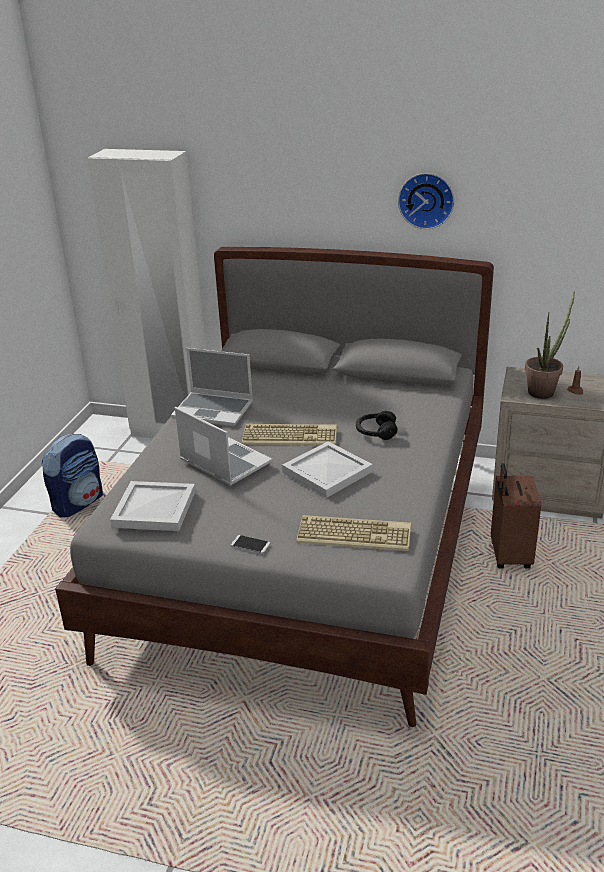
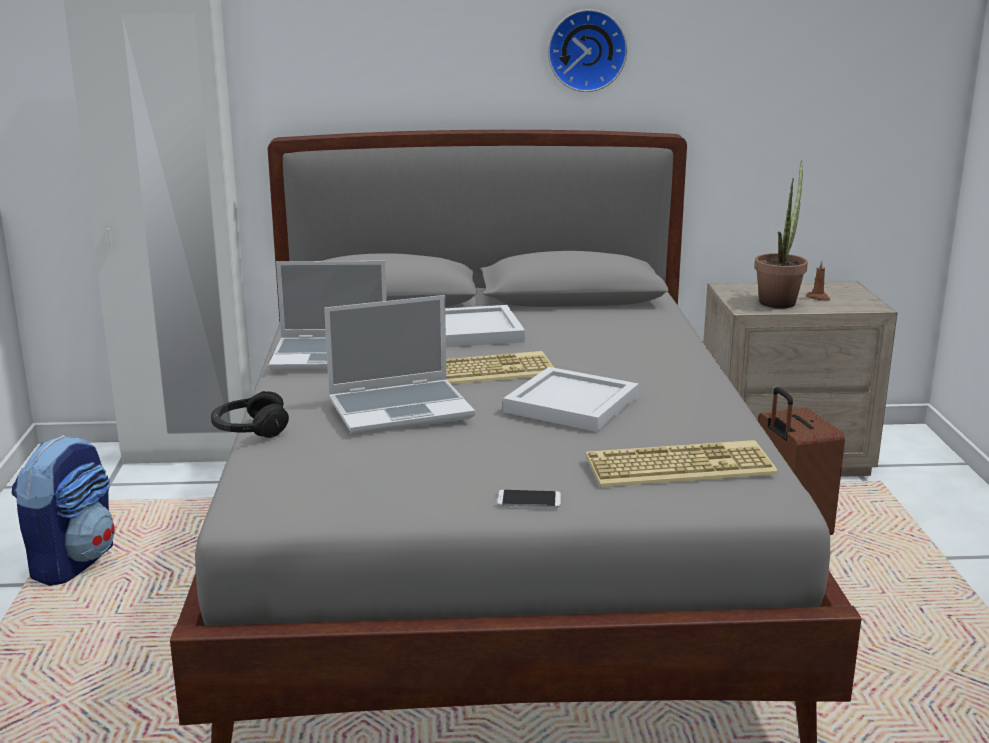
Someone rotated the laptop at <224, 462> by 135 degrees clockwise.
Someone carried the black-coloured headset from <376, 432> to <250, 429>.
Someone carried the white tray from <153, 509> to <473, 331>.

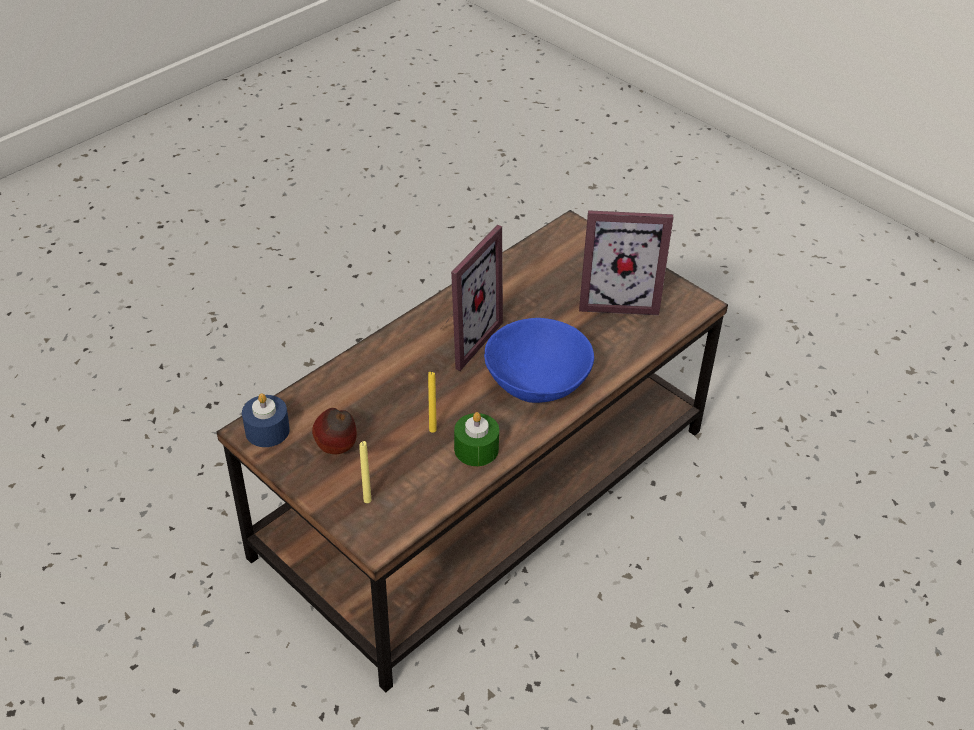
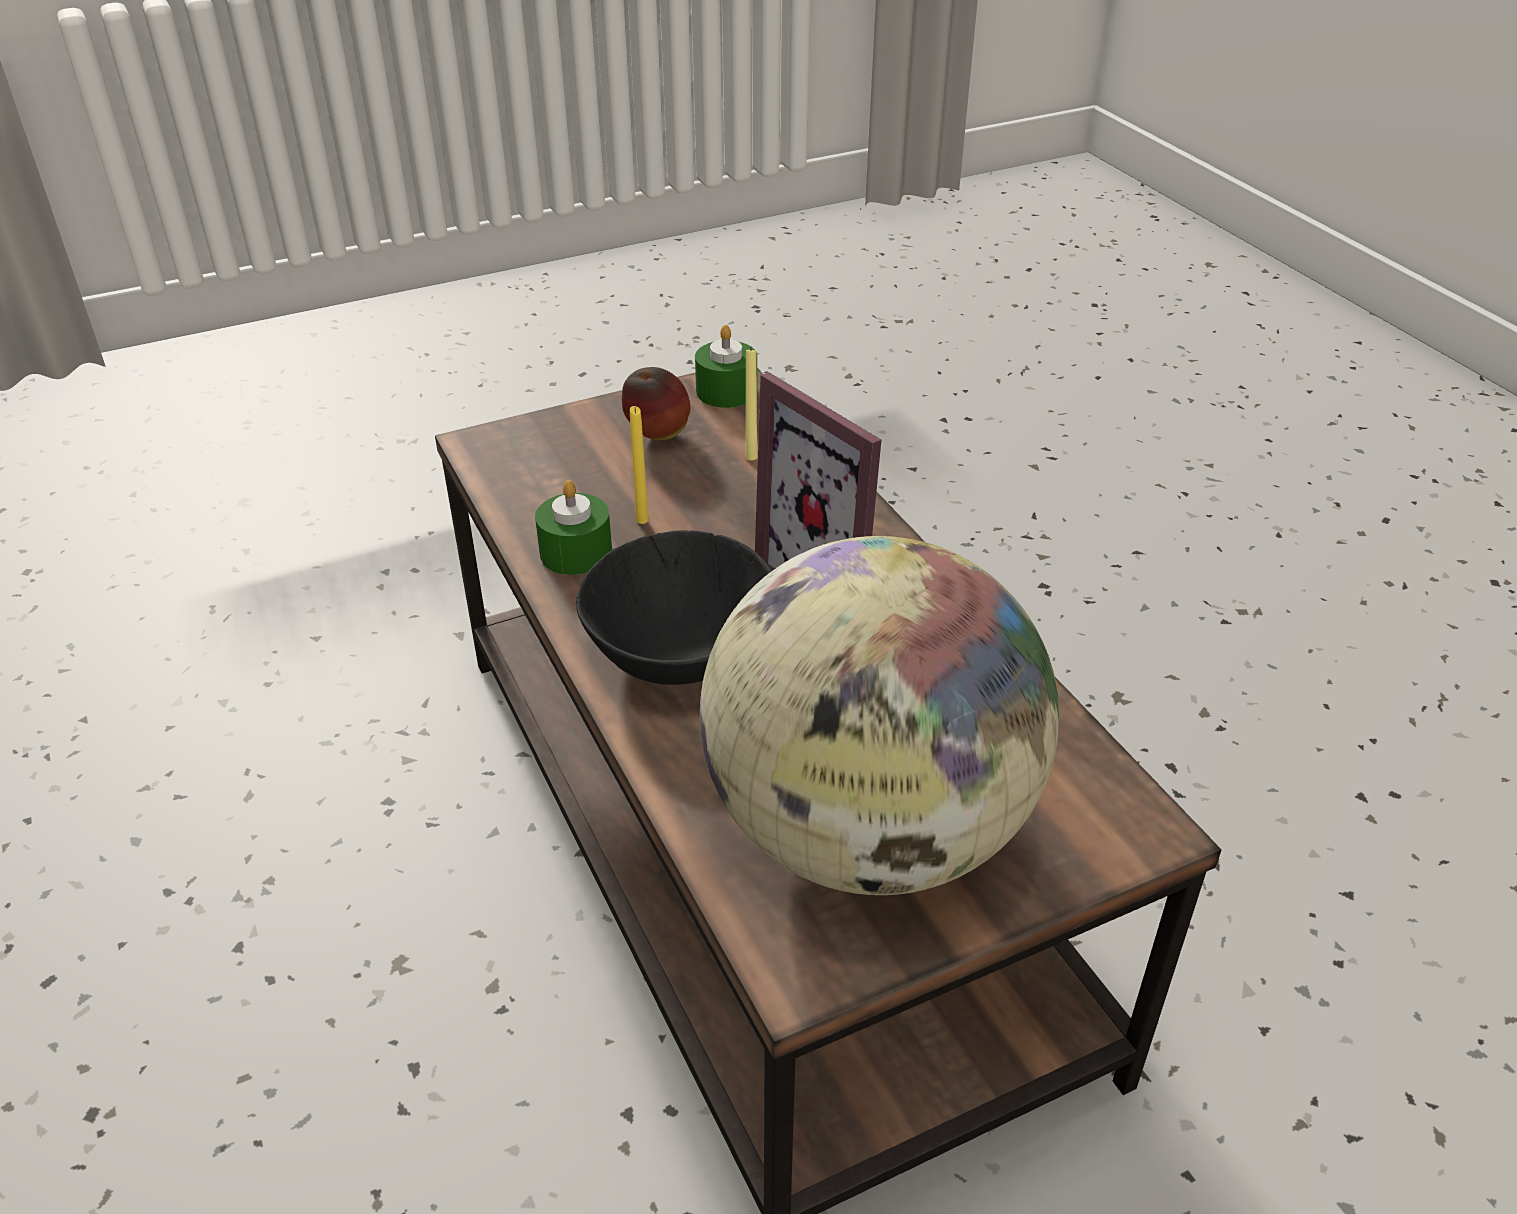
Someone swapped the standing frame at <618, 298> for the globe at <868, 833>.
Someone repainted the bluish serving bowl at <536, 381>, which became the black-coloured serving bowl at <684, 649>.
Someone repainted the bluish wax light at <267, 430>, which became the green wax light at <726, 391>.
Someone carried the yellow-coloured wax light from <367, 500> to <751, 457>.

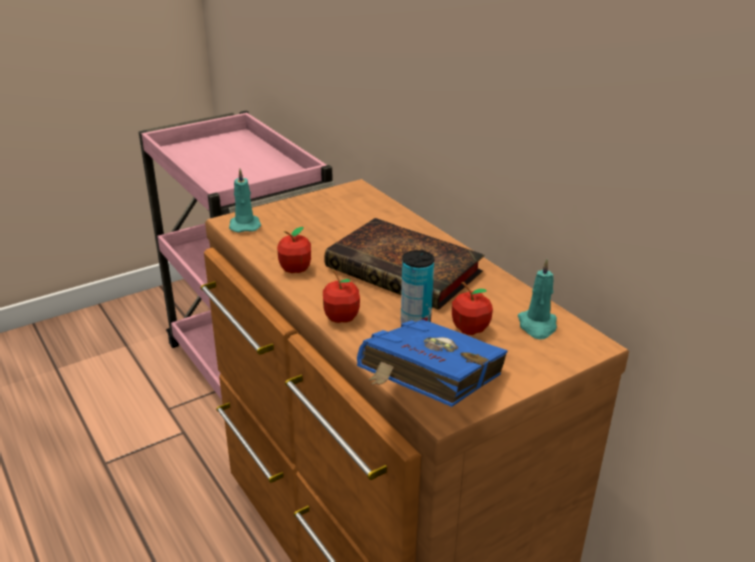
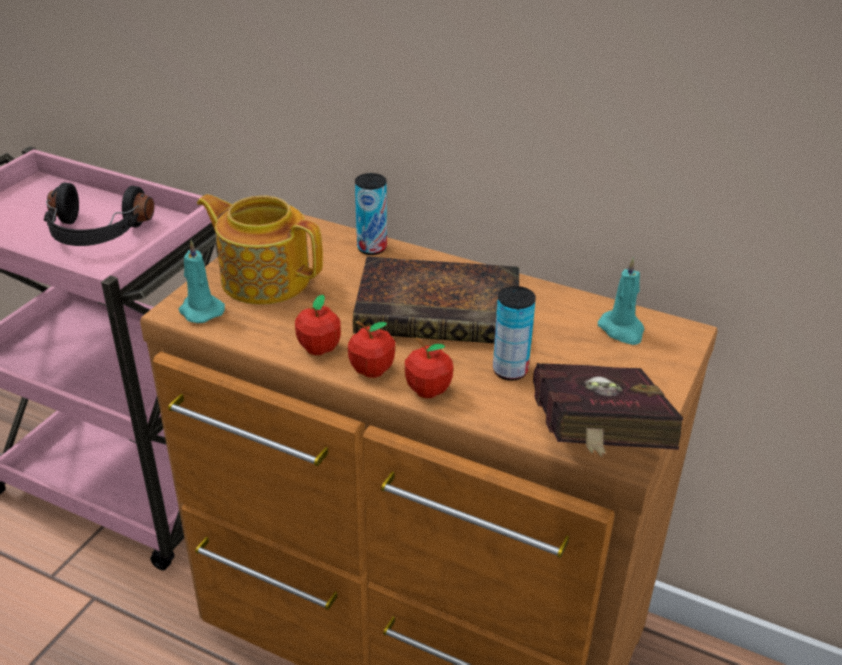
Someone carried the apple fruit from <470, 329> to <372, 370>.
Someone repainted the bluish bound book at <428, 395>, which became the red-coloured bound book at <594, 444>.
Someone put down the sealed can at <372, 248>.
Someone put down the black-coloured headset at <96, 234>.
Someone put down the teapot at <264, 278>.

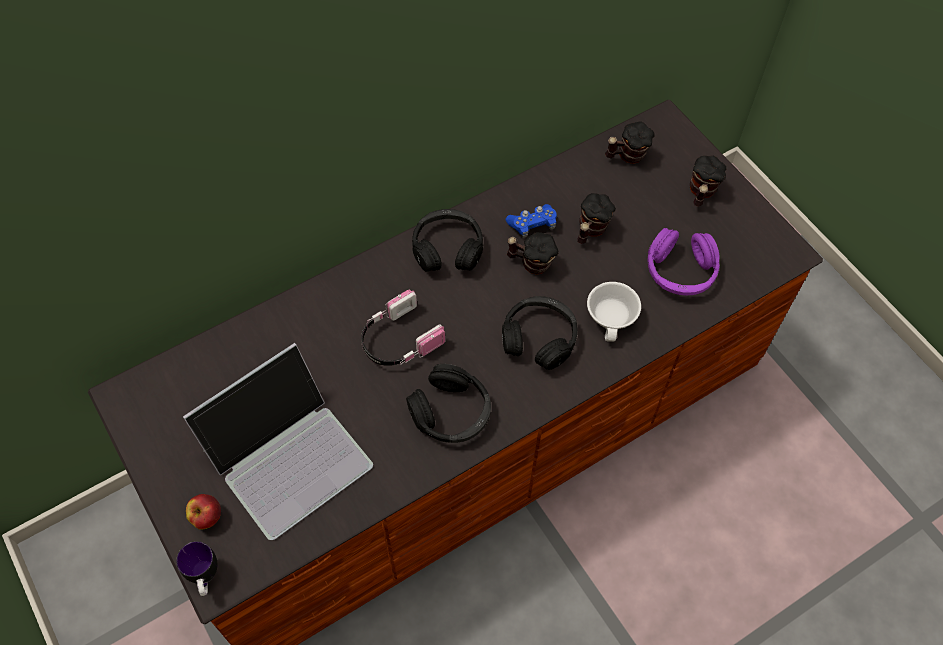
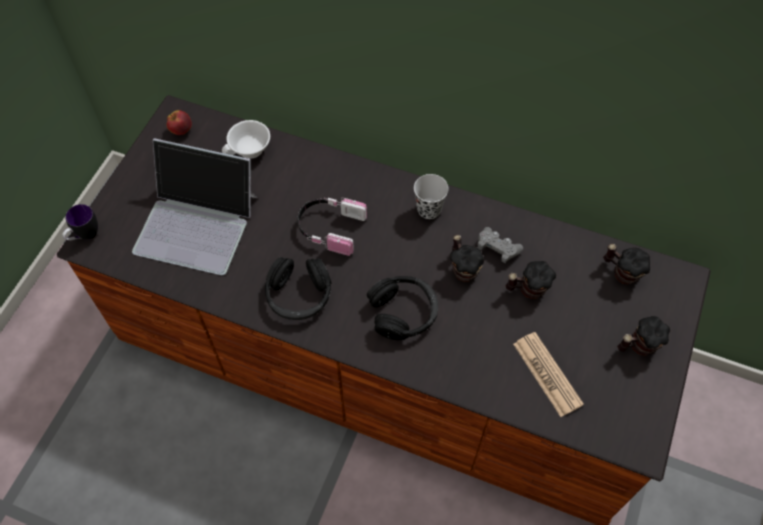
Someone repainted the bluish gamepad at <532, 225>, which became the greyish gamepad at <497, 248>.
Someone swapped the black-coloured headset at <447, 248> for the black-coloured small cup at <429, 209>.
Someone swapped the purplish headset at <680, 271> for the newspaper at <547, 374>.
Someone carried the white small cup from <613, 318> to <250, 150>.
Someone carried the apple fruit from <207, 517> to <181, 130>.

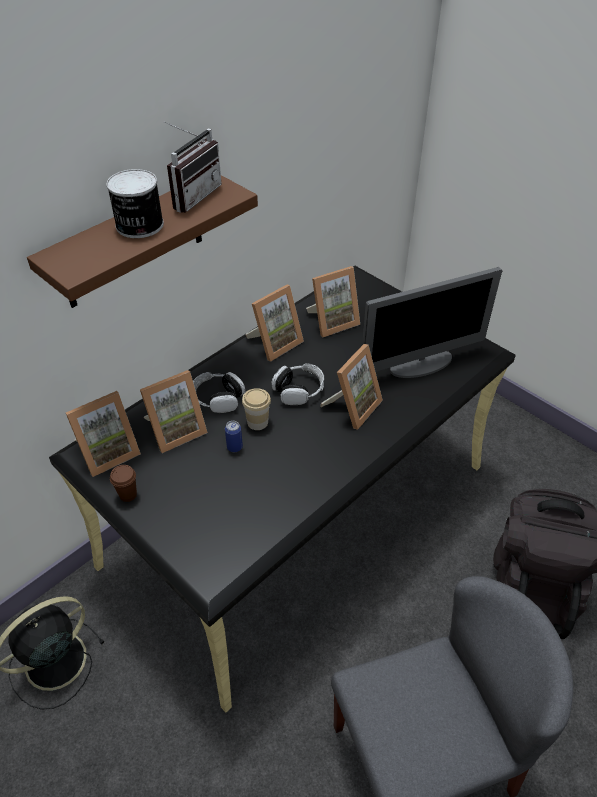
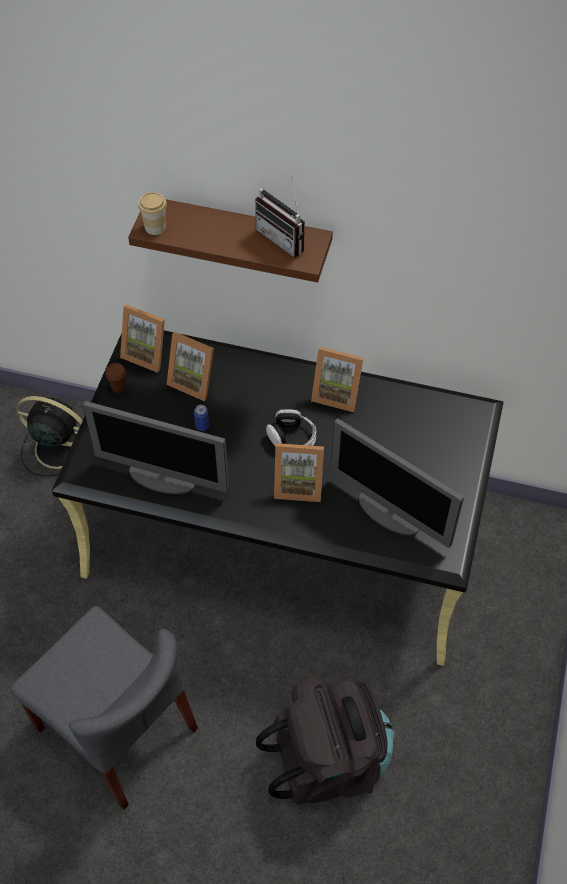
Someone rotated the radio at <192, 195> by 45 degrees clockwise.
Someone took away the sealed can at <139, 225>.
Someone took away the standing frame at <332, 321>.
Someone took away the headset at <218, 398>.
Someone carried the small cup from <257, 422> to <155, 227>.
Someone put down the computer display at <162, 478>.

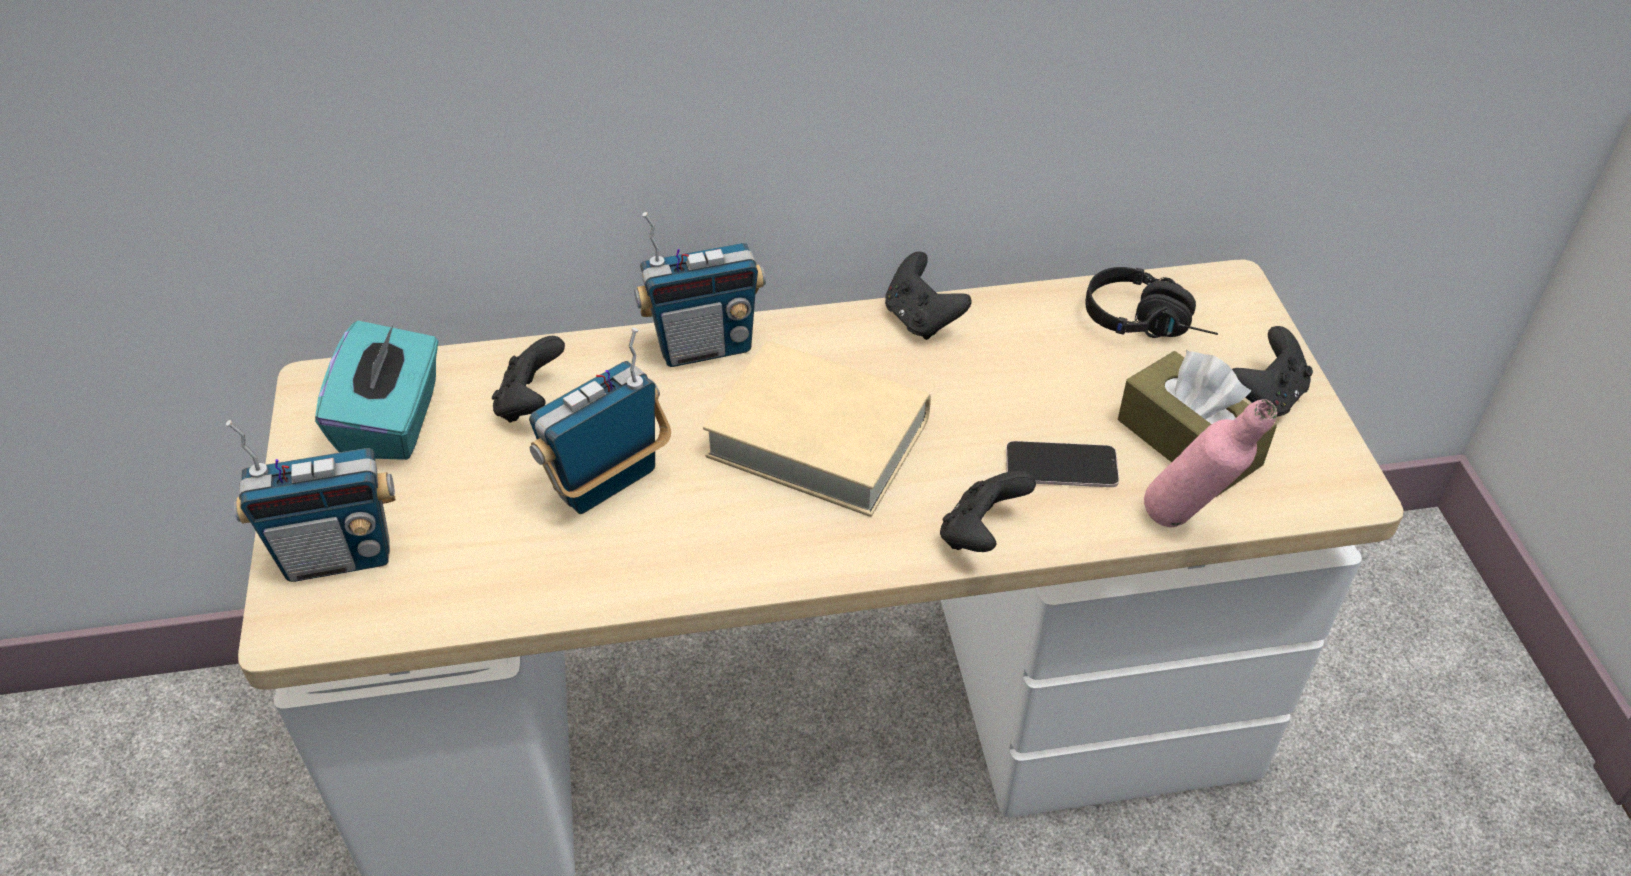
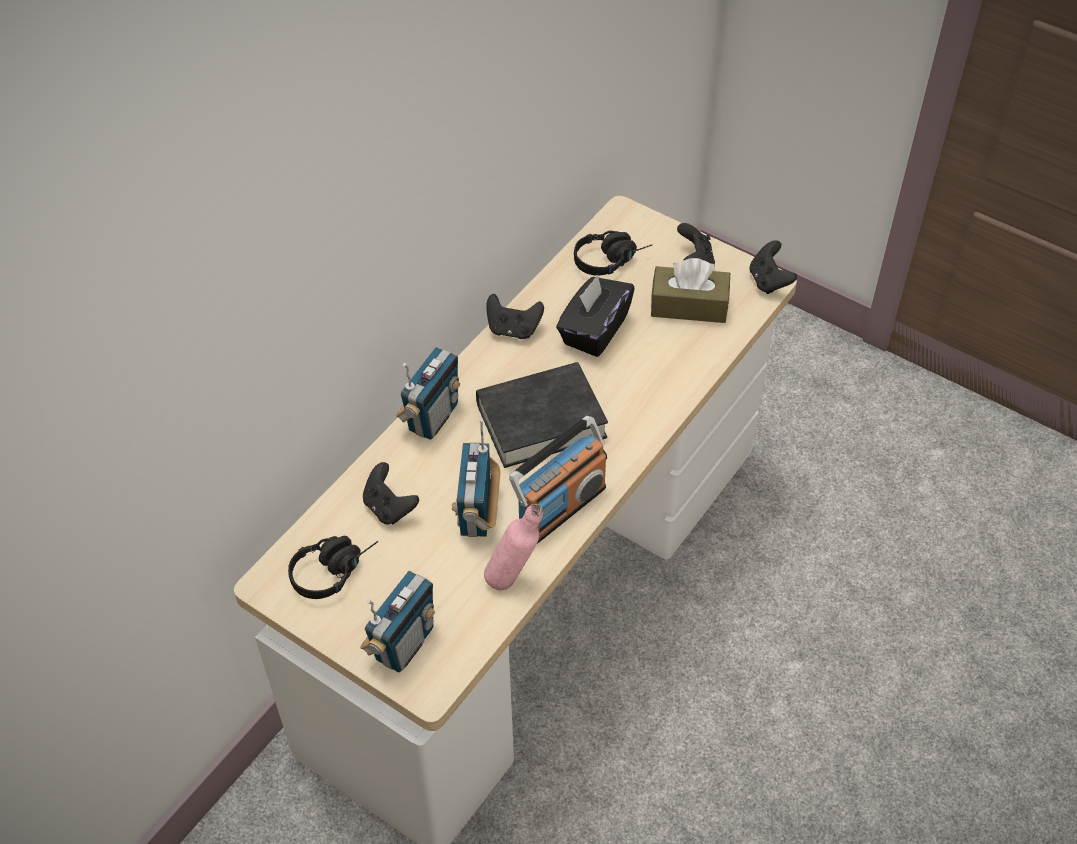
Someone swapped the turquoise-coloured tissue box at <393, 421> for the black-coloured headset at <334, 569>.
Someone repainted the beige-coloured bound book at <818, 438>, which became the black-coloured bound book at <541, 421>.
Someone carried the pinkish beverage bottle from <1187, 524> to <514, 579>.
Someone took away the handset at <1061, 466>.
Someone carried the black-coloured gamepad from <980, 534> to <769, 281>.
Someone put down the black-coloured tissue box at <594, 331>.
Someone put down the radio at <561, 507>.

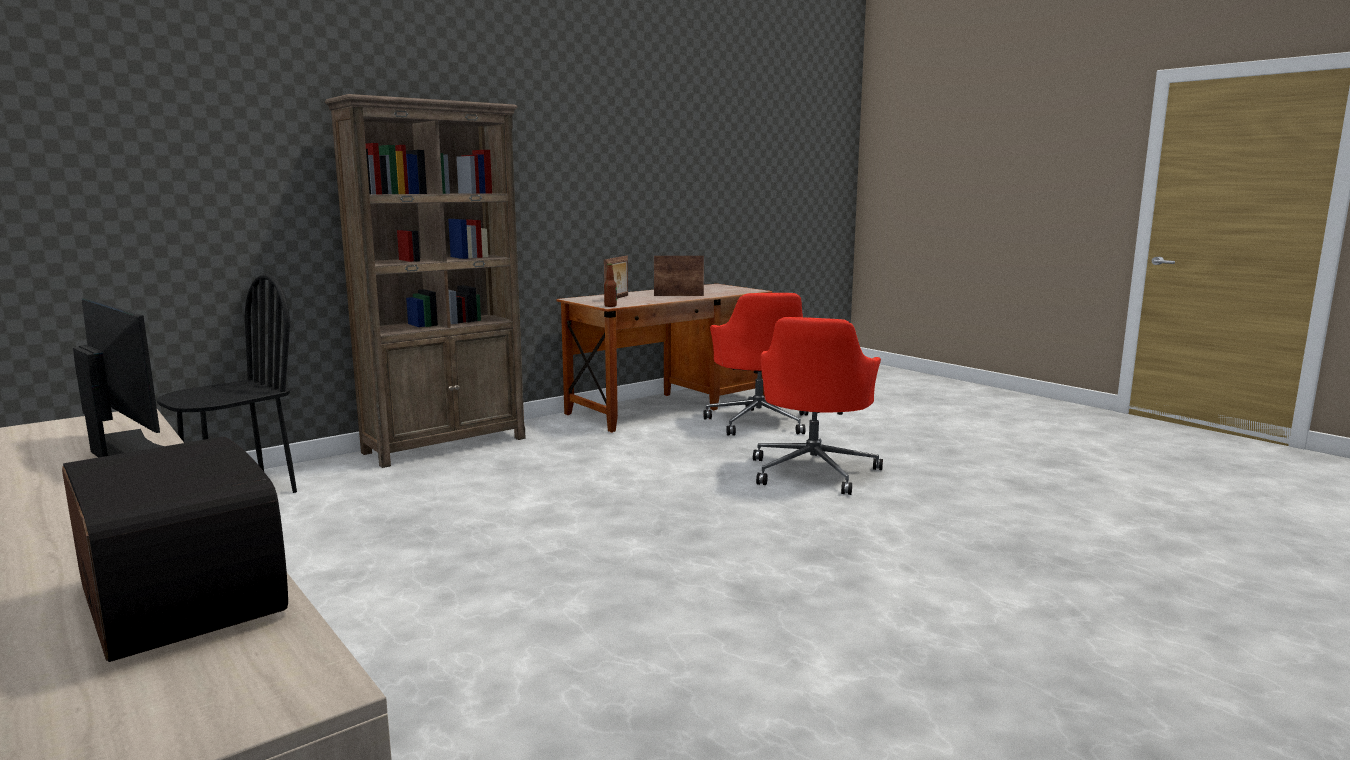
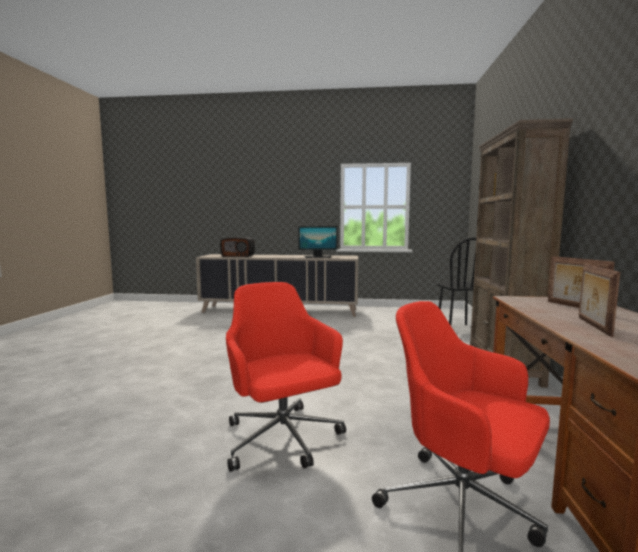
Someone rotated the standing frame at <678, 295> by 150 degrees clockwise.
Someone took away the beverage bottle at <610, 306>.

